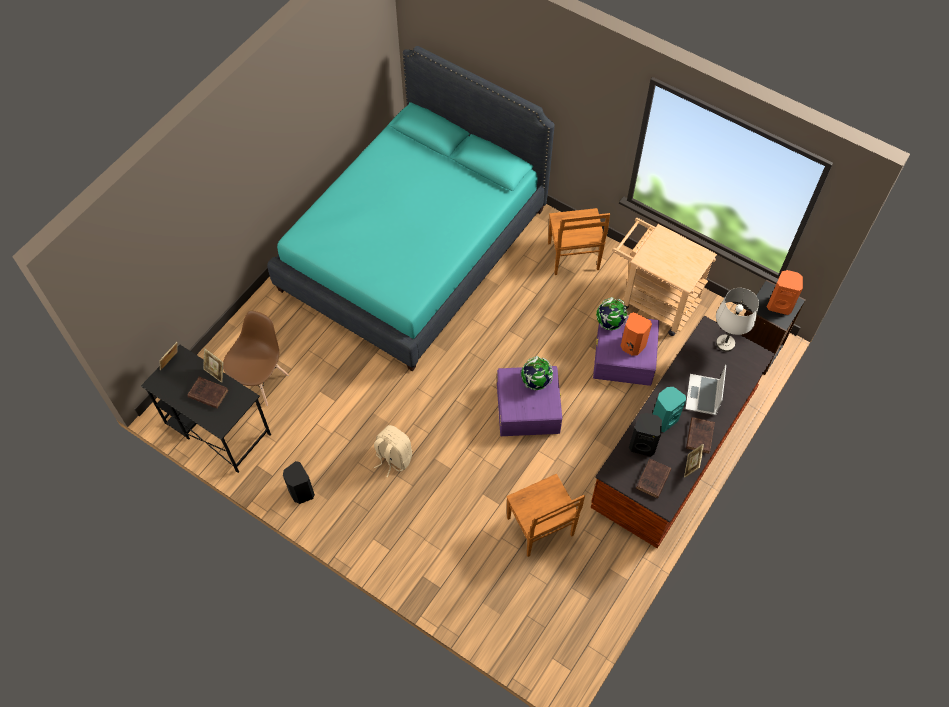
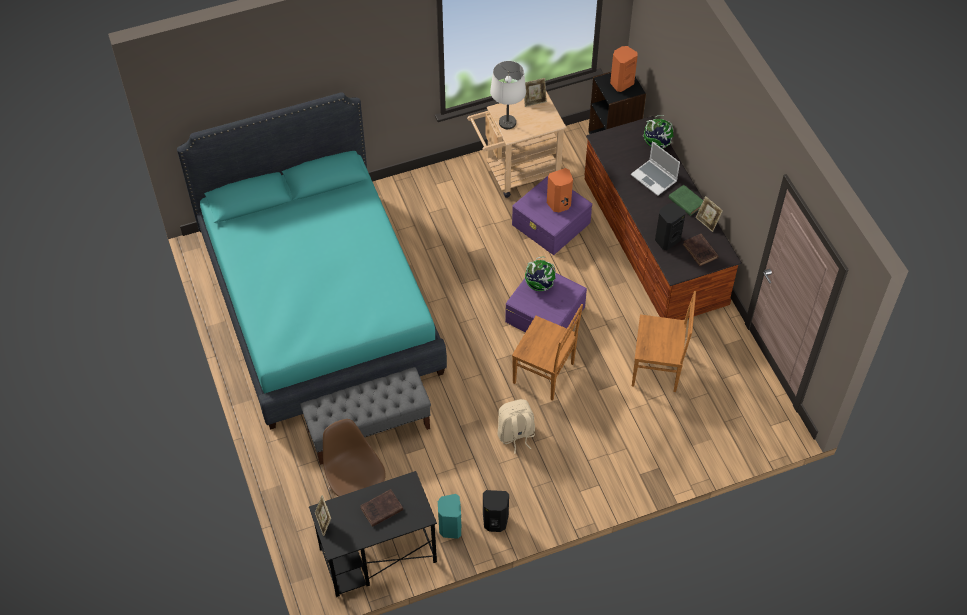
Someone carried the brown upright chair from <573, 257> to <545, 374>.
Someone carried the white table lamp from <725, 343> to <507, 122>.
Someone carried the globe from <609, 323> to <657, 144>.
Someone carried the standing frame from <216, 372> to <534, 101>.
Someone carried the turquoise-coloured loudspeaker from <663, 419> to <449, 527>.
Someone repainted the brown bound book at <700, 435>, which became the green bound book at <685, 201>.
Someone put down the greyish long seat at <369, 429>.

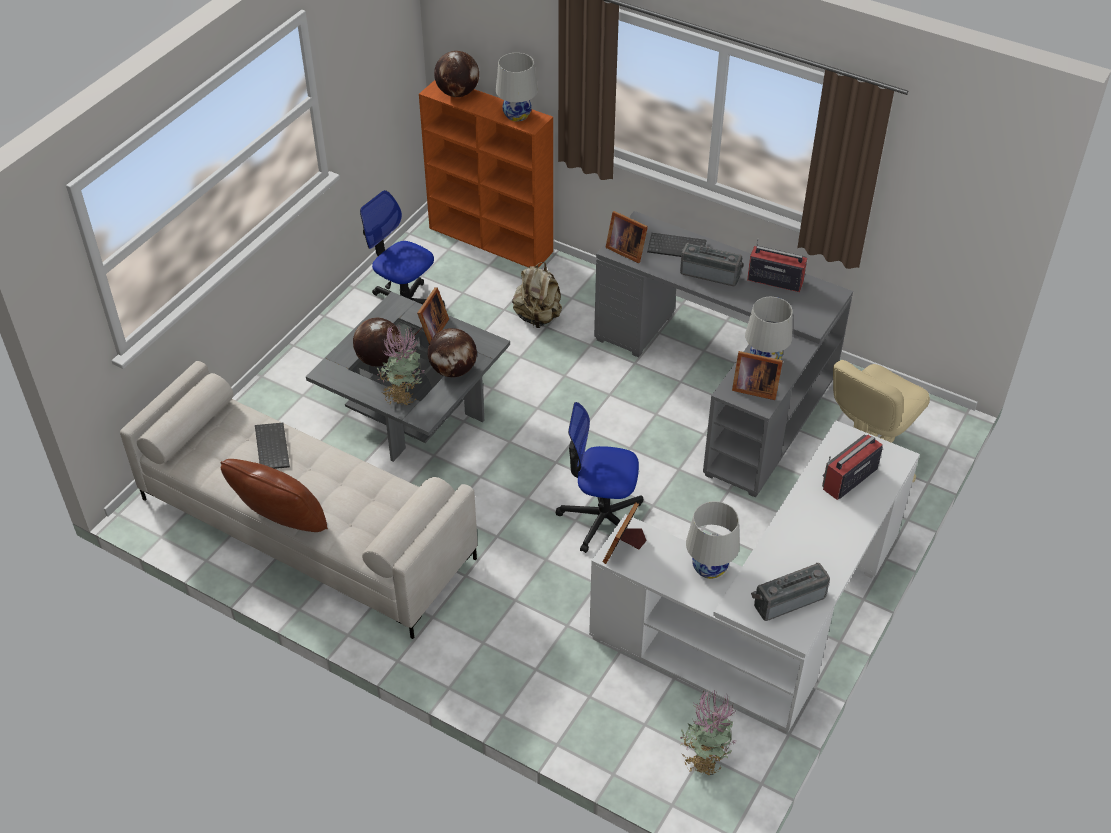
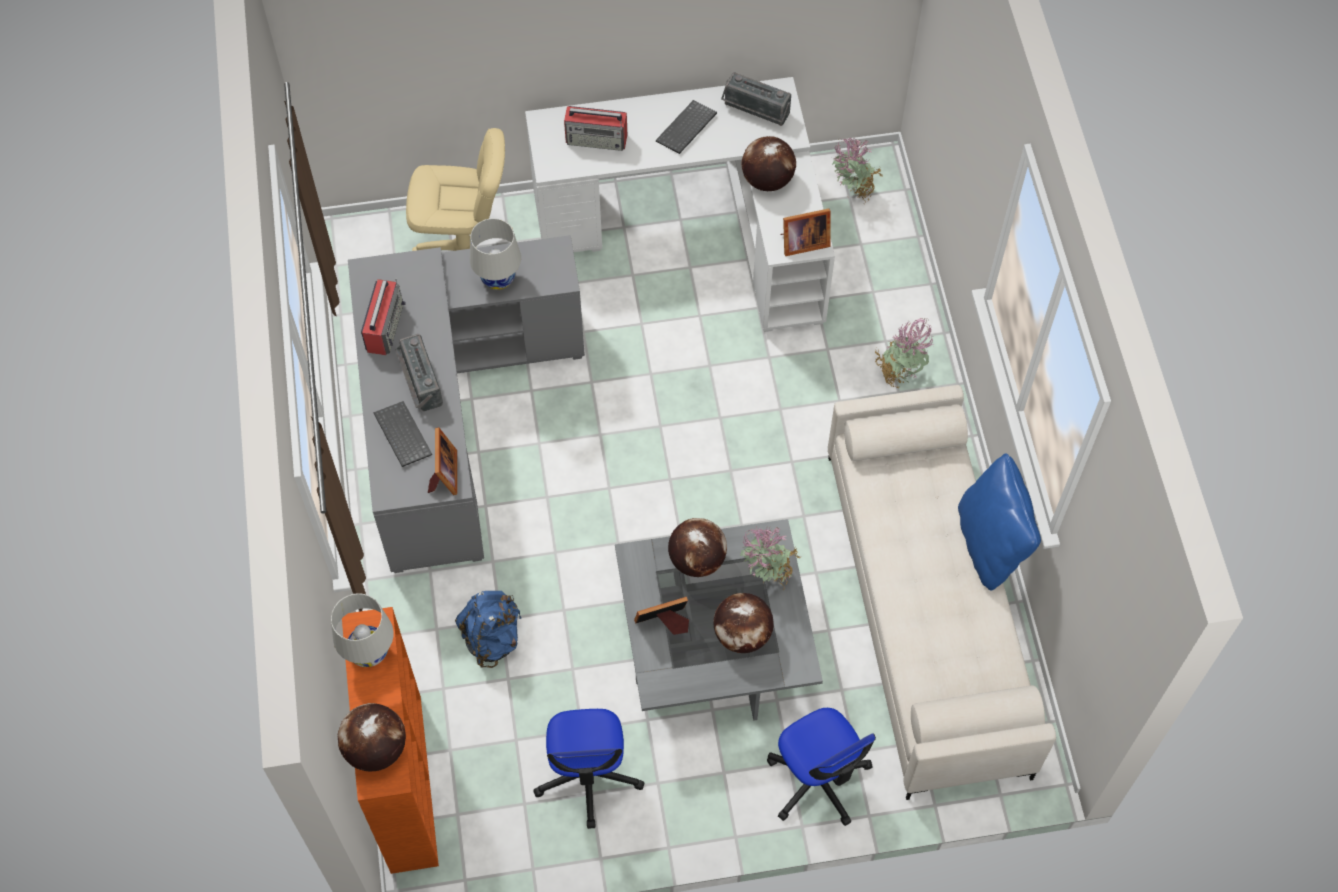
Someone rotated the radio at <774, 280> by 150 degrees counterclockwise.
Someone repainted the beige-coloured backpack at <538, 317>, which became the bluish backpack at <492, 638>.
Someone took away the standing frame at <753, 388>.
Someone carried the office chair from <601, 519> to <818, 780>.
Someone carried the computer keyboard from <271, 447> to <686, 129>.
Someone repainted the brown pillow at <281, 525>, which became the bluish pillow at <990, 544>.
Someone swapped the white table lamp at <709, 567> for the globe at <767, 180>.
Someone put down the houseplant at <900, 374>.

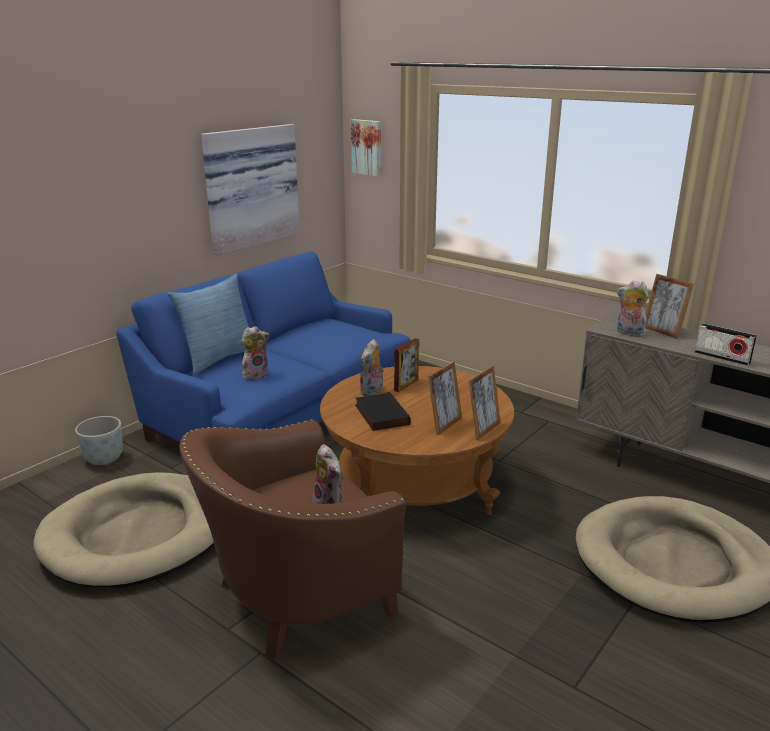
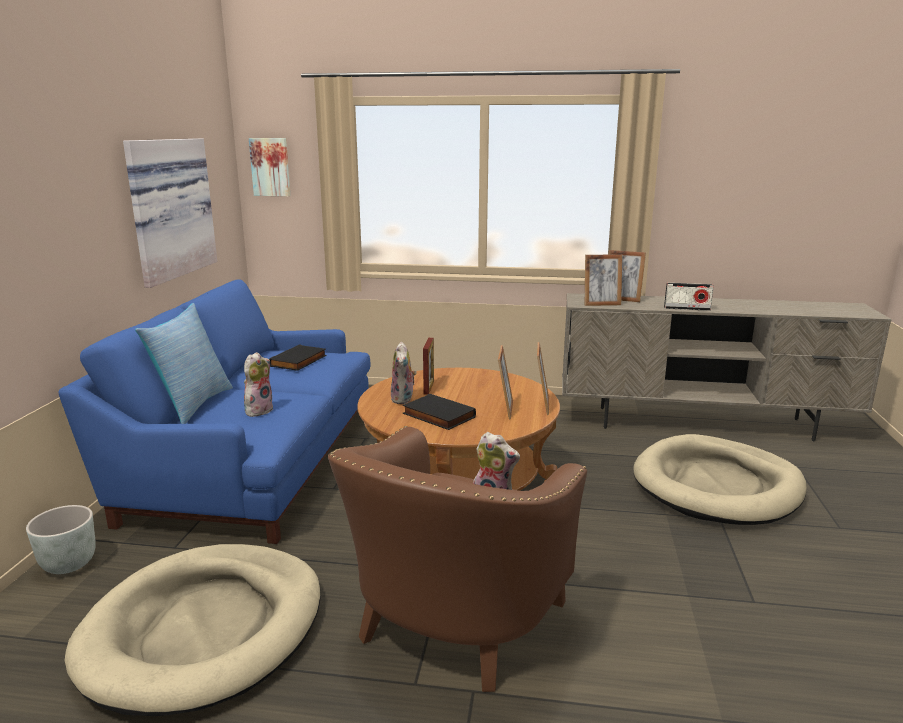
Someone swapped the cuddly toy at <628, 333> for the standing frame at <601, 304>.
Someone put down the black-coloured bound book at <299, 361>.

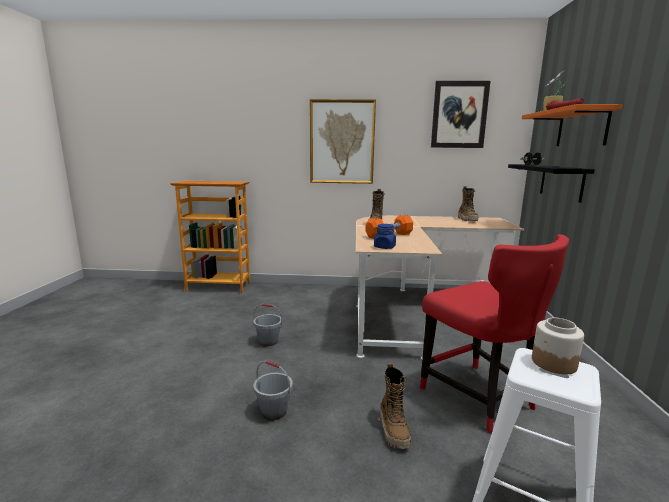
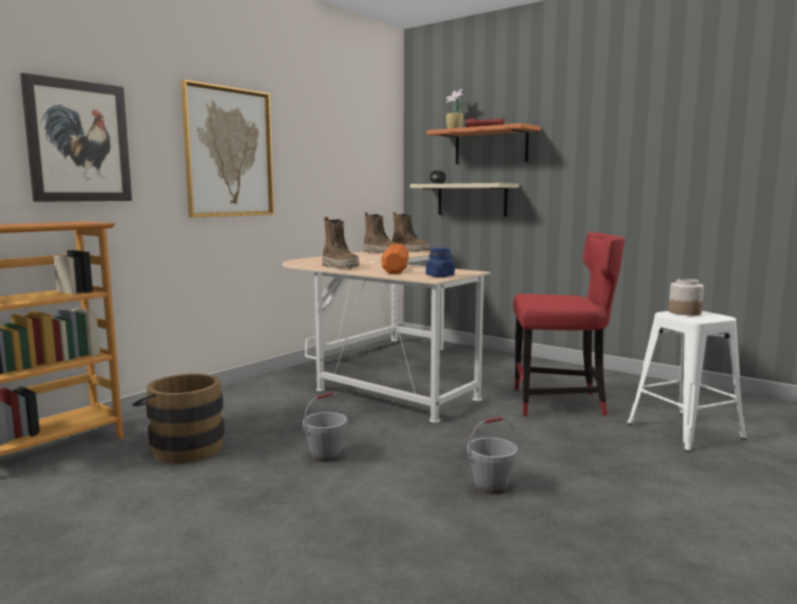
Someone carried the picture from <459, 115> to <79, 142>.
Someone repainted the black-coloured shelf at <561, 182>, which became the beige-coloured shelf at <472, 199>.
Someone carried the tall boot from <394, 430> to <410, 251>.
Someone put down the brown pail at <183, 447>.

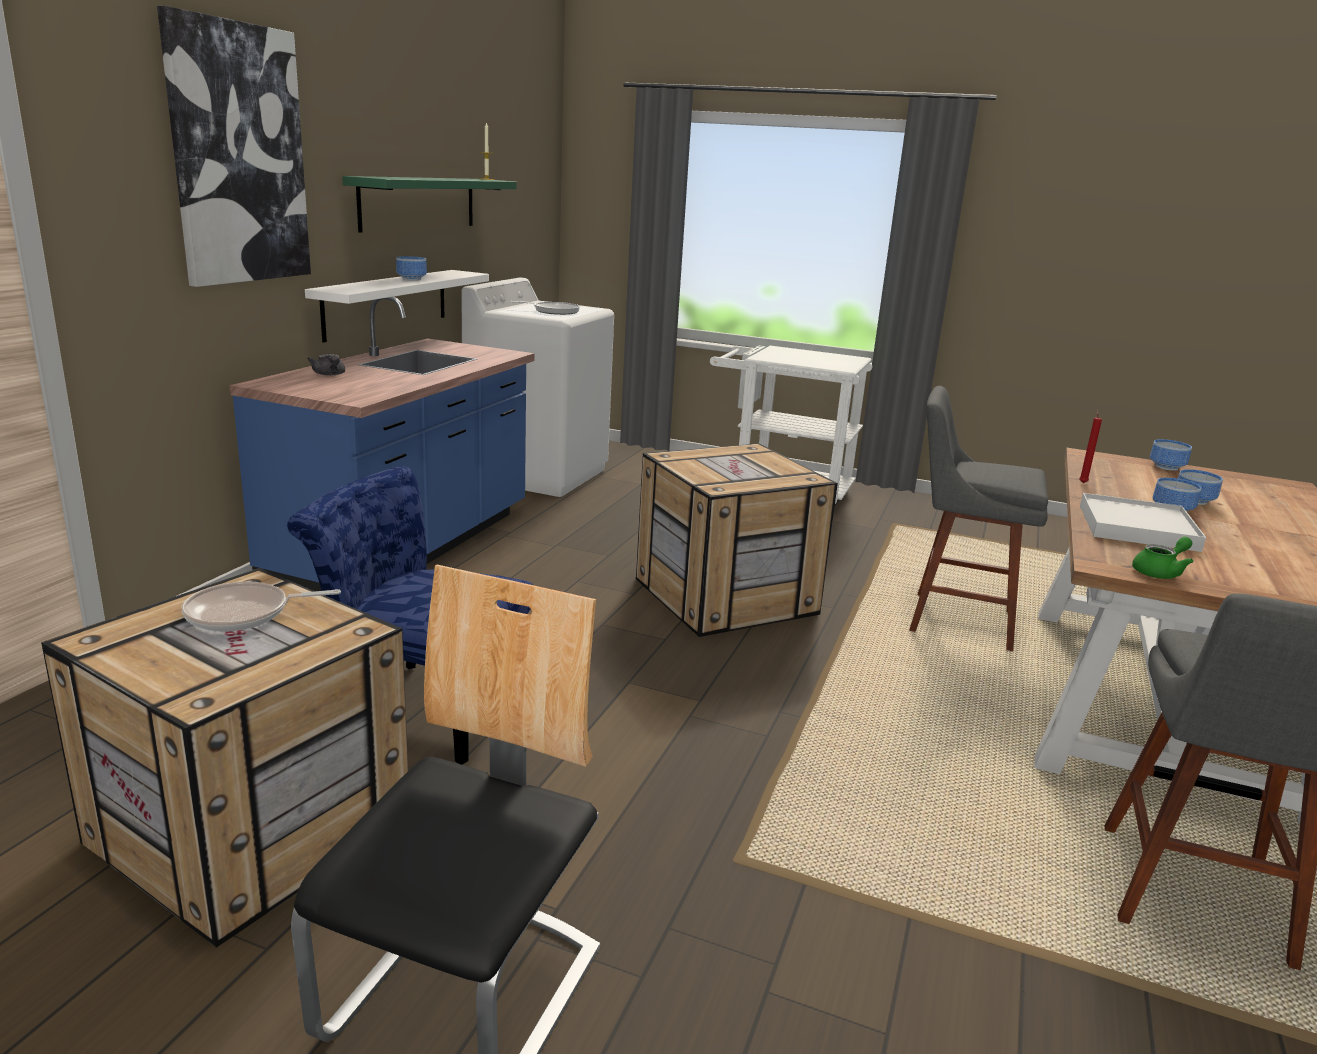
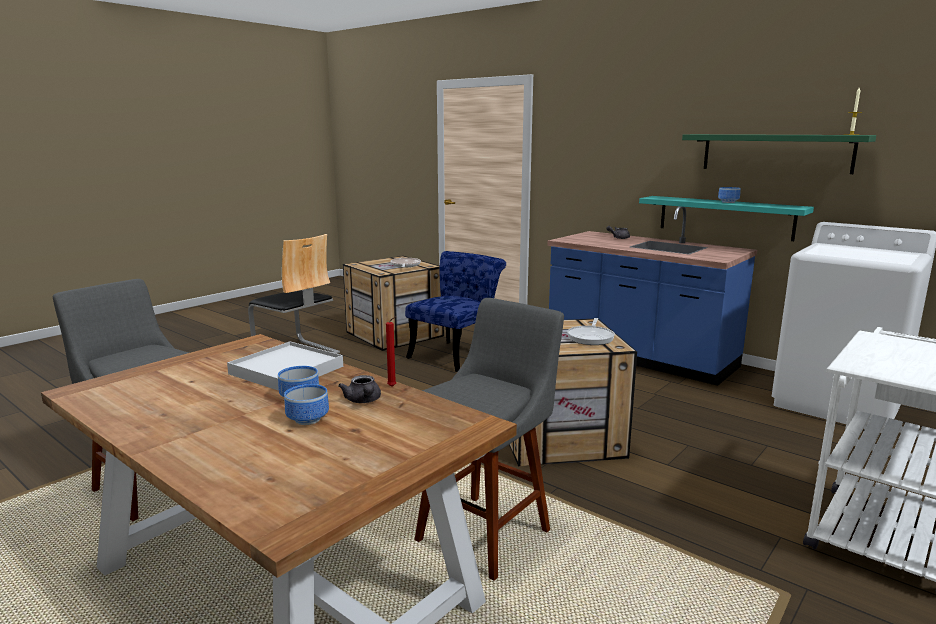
Someone took away the picture at <238, 155>.
Someone repainted the white shelf at <387, 303>, which became the turquoise-coloured shelf at <725, 217>.
Someone carried the skillet from <553, 311> to <591, 337>.
Someone took away the serving bowl at <1168, 467>.
Someone took away the green teapot at <1160, 572>.
Someone put down the greyish teapot at <363, 401>.

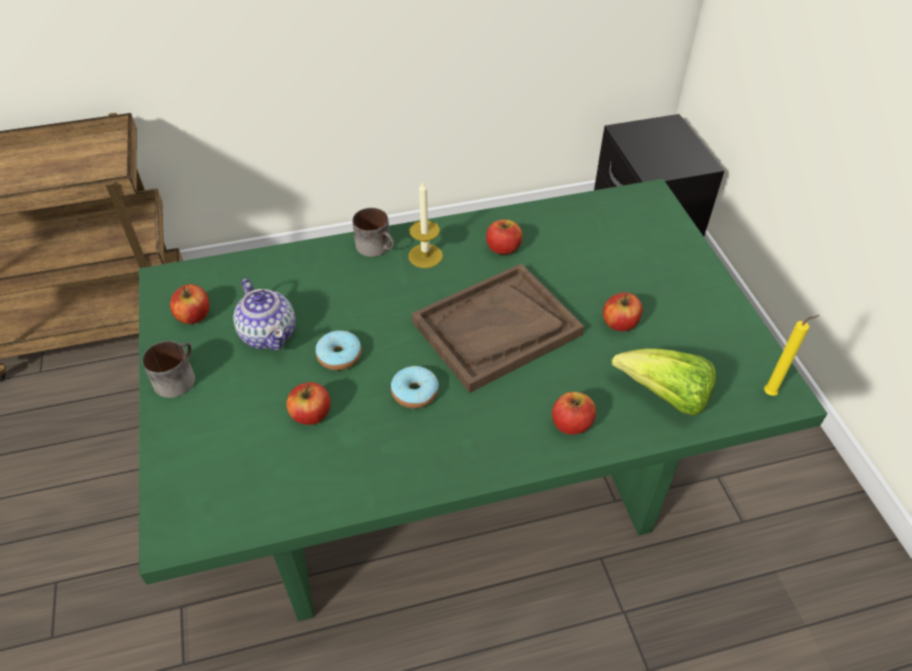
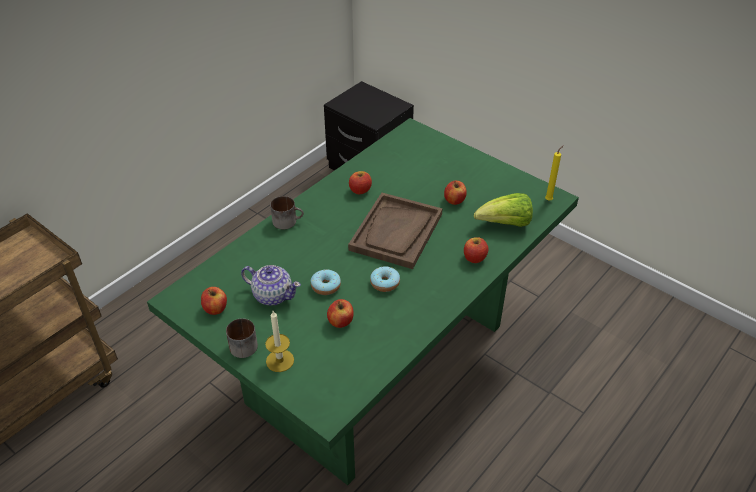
Someone carried the wax light from <425, 256> to <280, 360>.

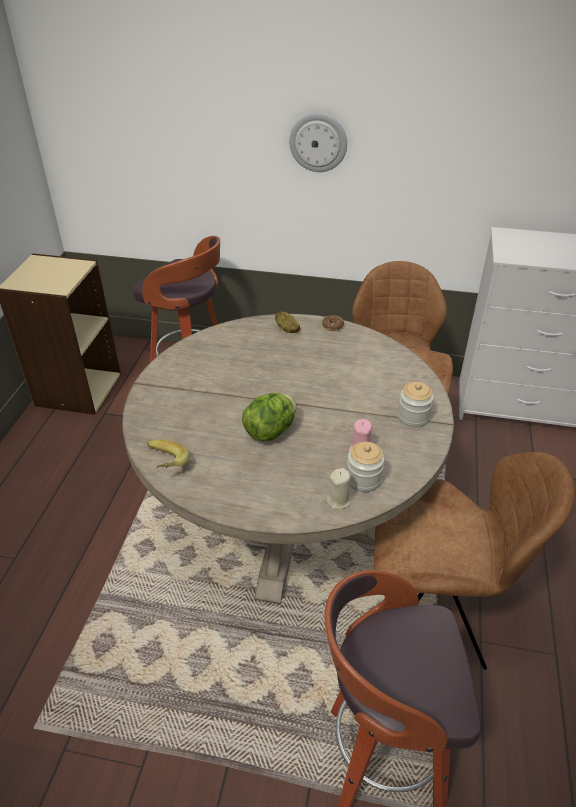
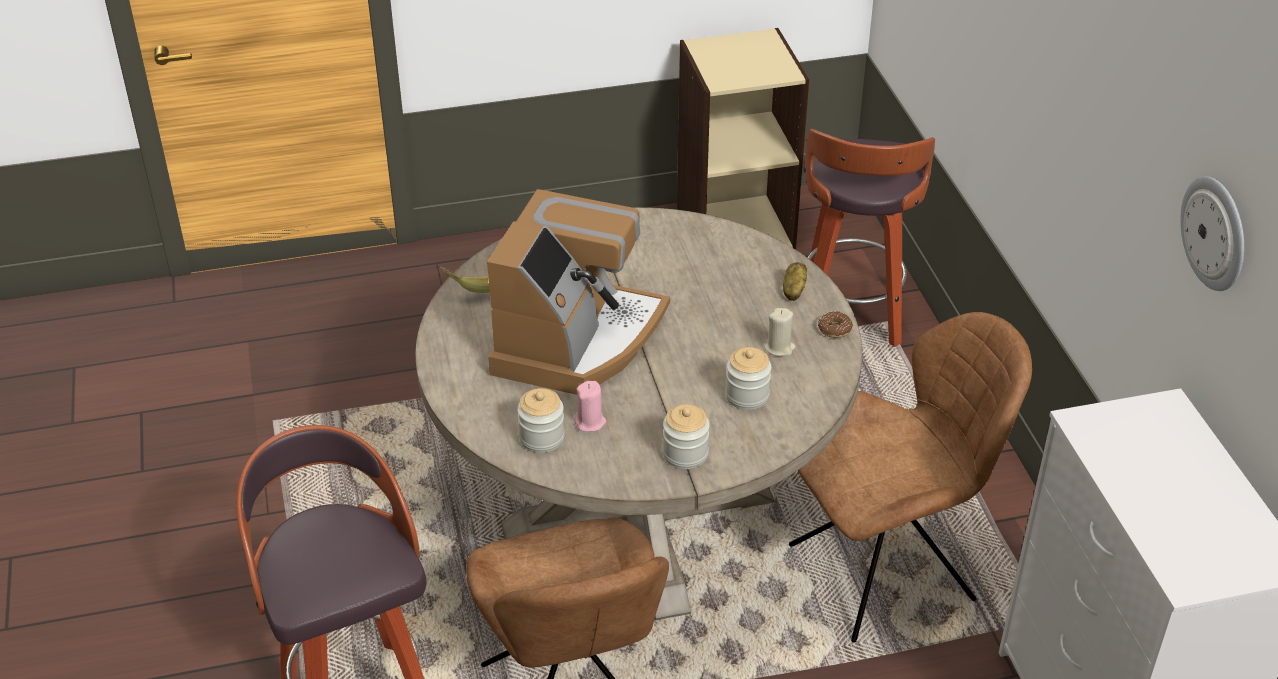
Someone carried the wall clock from <318, 142> to <1215, 233>.
Someone swapped the lettuce at <270, 431> for the coffee maker at <577, 340>.
Someone carried the beige-coloured wax light from <338, 500> to <779, 348>.
Someone put down the preserve jar at <747, 395>.

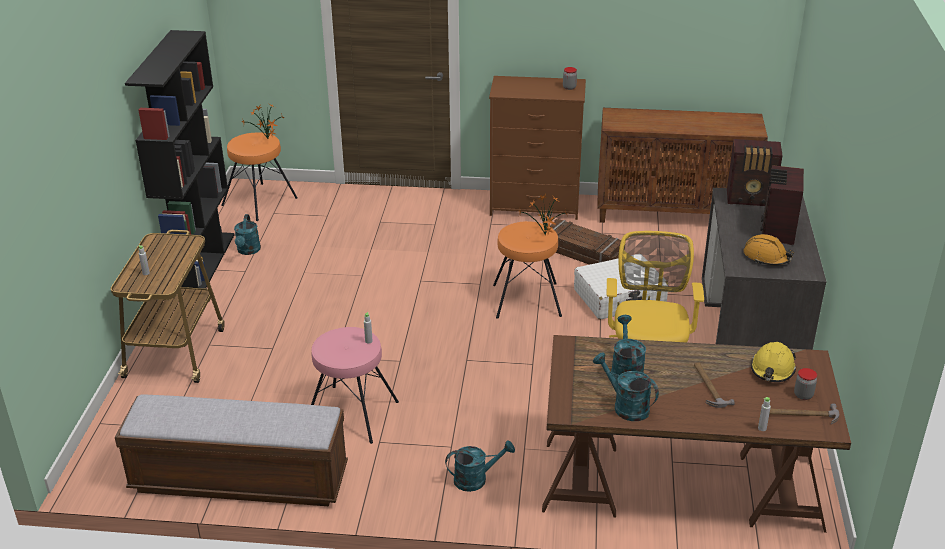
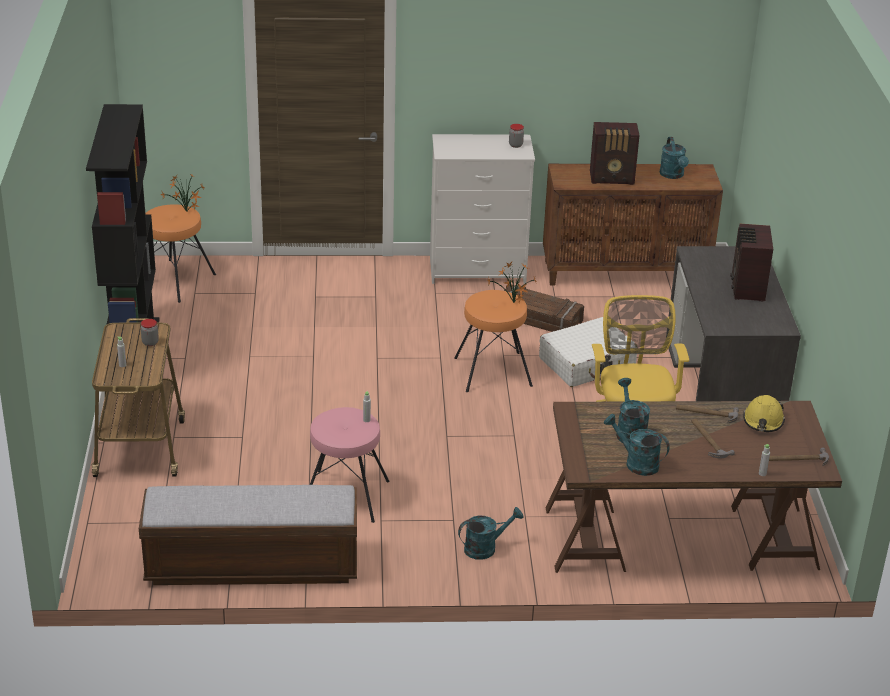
Someone repainted the brown dresser at <535, 205>, which became the white dresser at <478, 270>.
Someone carried the radio from <751, 199> to <613, 178>.
Someone carried the turquoise-coloured watering pot from <248, 251> to <673, 175>.
Someone took away the orange-coloured safety helmet at <766, 257>.
Someone carried the preserve jar from <803, 395> to <150, 342>.
Someone put down the tool hammer at <706, 413>.

